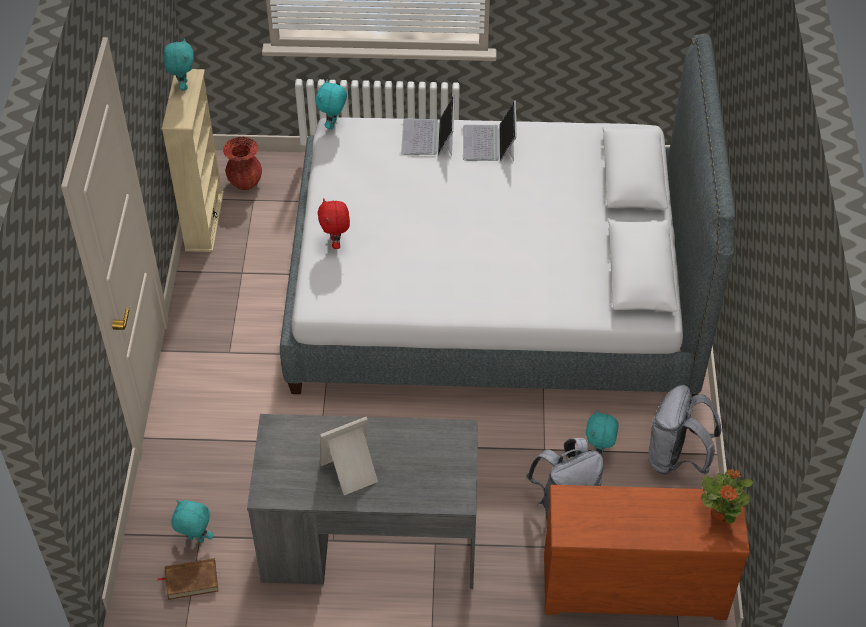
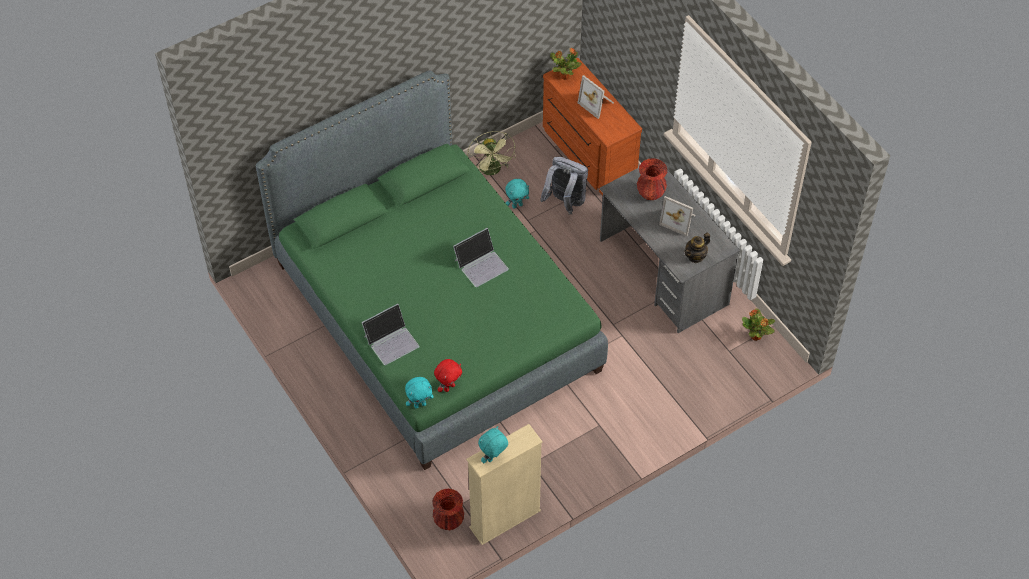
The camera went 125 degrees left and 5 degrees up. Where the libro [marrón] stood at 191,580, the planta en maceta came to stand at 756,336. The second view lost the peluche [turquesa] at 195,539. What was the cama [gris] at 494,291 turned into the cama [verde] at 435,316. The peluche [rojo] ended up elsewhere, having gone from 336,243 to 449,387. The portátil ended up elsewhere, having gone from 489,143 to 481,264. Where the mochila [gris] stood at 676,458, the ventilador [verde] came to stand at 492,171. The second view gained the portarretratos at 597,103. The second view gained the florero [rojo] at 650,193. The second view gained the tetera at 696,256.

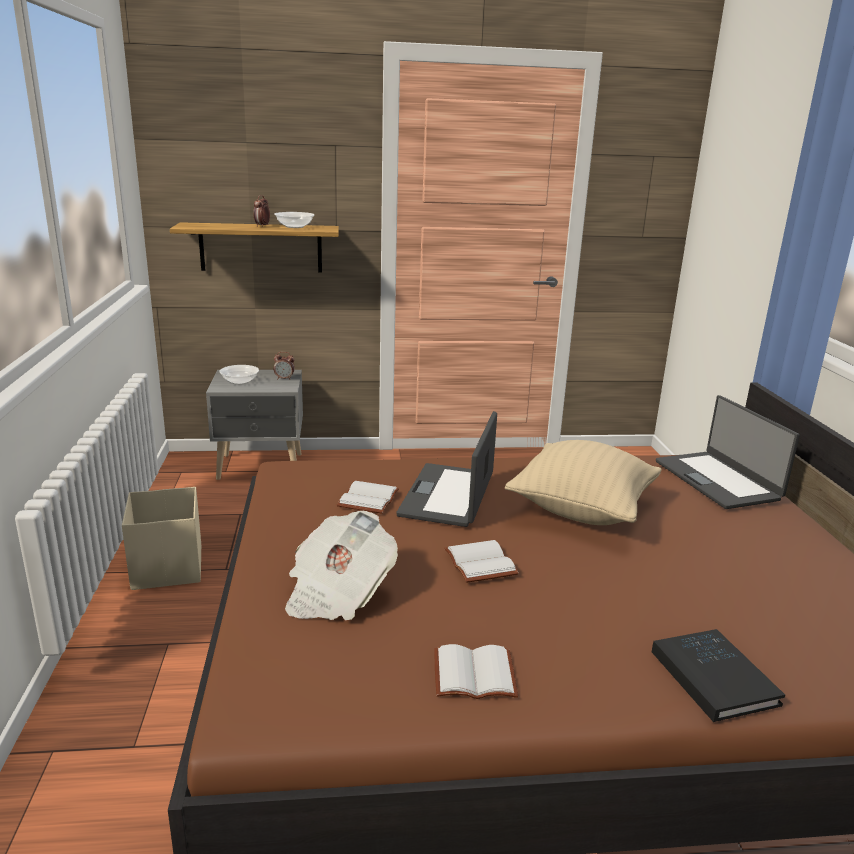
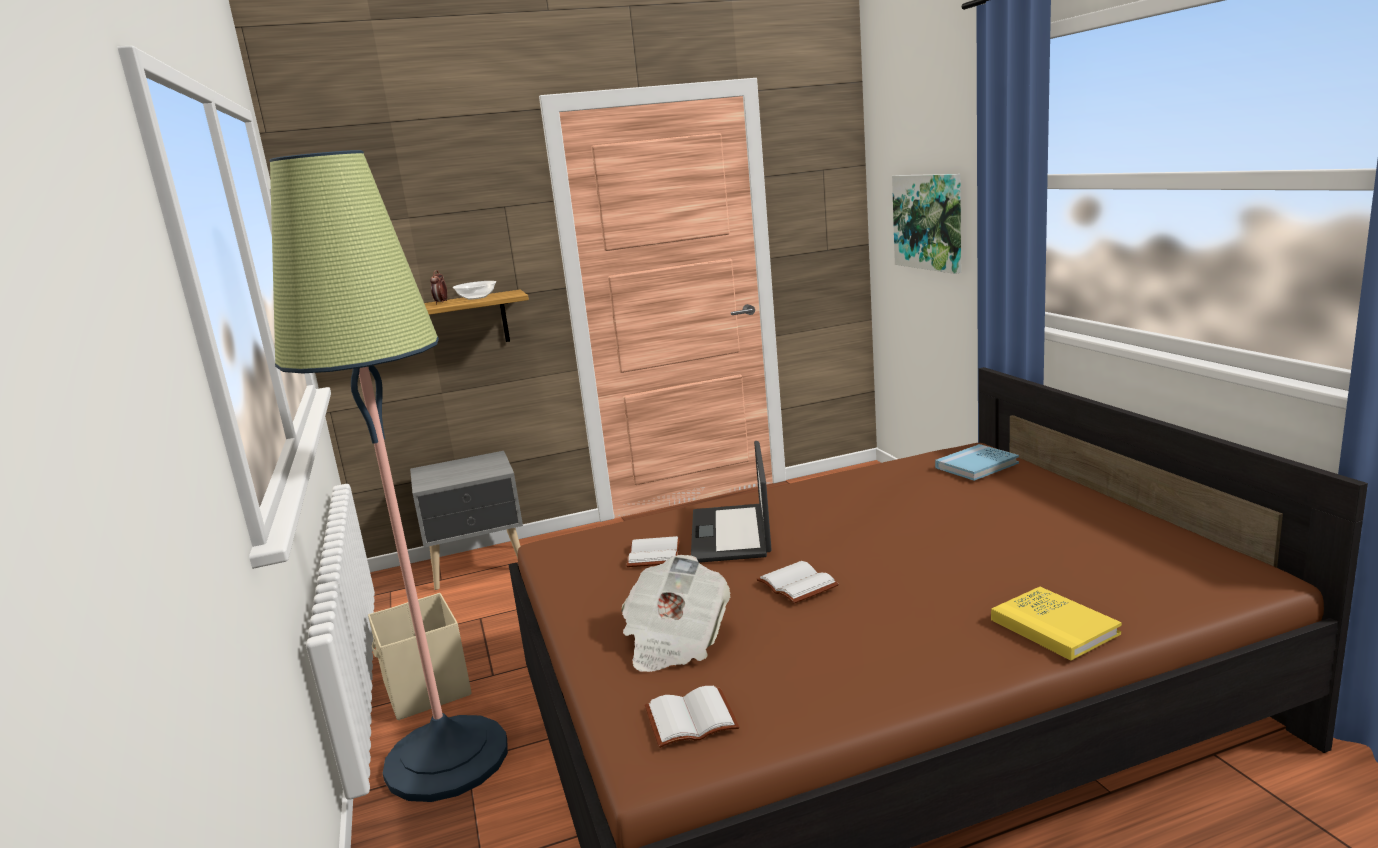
The camera went 10 degrees left and 5 degrees down. The second view lost the cuenco at 239,382. The second view lost the despertador at 284,379. The libro [blanco] ended up elsewhere, having gone from 475,673 to 692,717. The second view lost the cojín [beis] at 581,510. What was the libro [negro] at 713,677 turned into the libro [amarillo] at 1054,627. Where the portátil stood at 718,480, the libro [azul] came to stand at 976,465. The second view gained the lámpara de pie at 447,759. The second view gained the cuadro at 929,221.

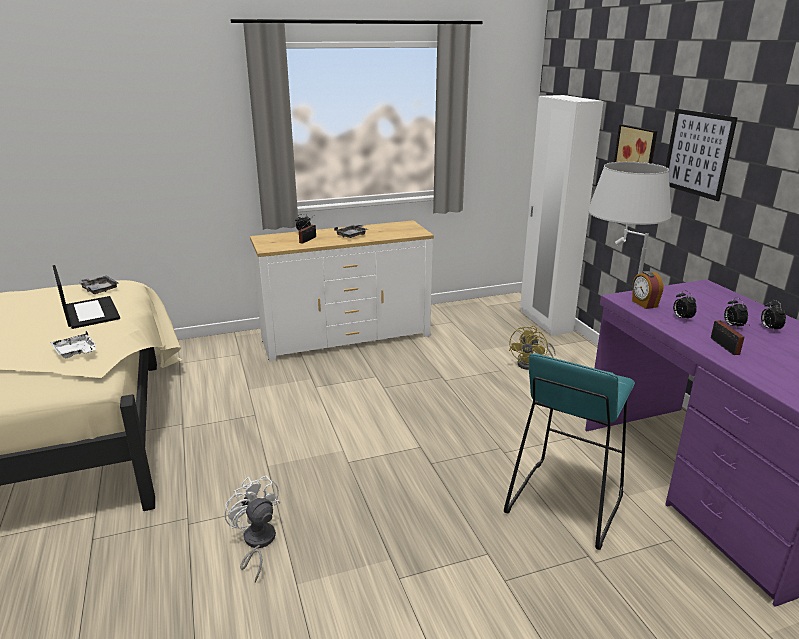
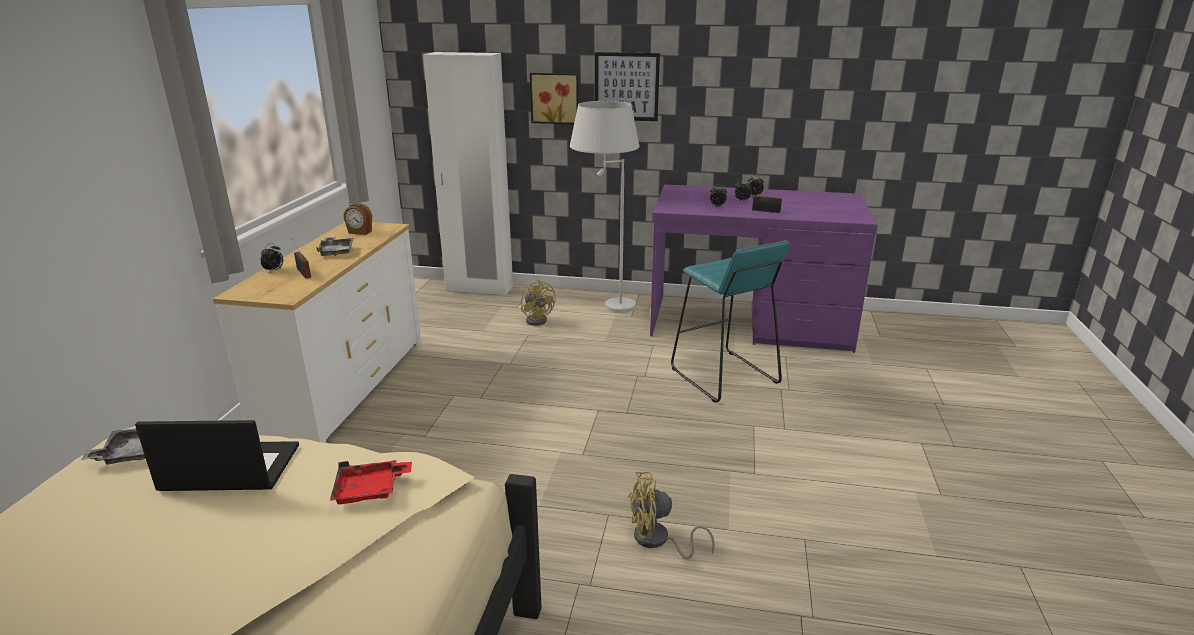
The camera went 60 degrees left and 0 degrees up. What was the bandeja [blanco] at 76,352 turned into the bandeja [rojo] at 370,490. What was the ventilador [blanco] at 257,543 turned into the ventilador [amarillo] at 657,541. The despertador ended up elsewhere, having gone from 644,304 to 360,232.

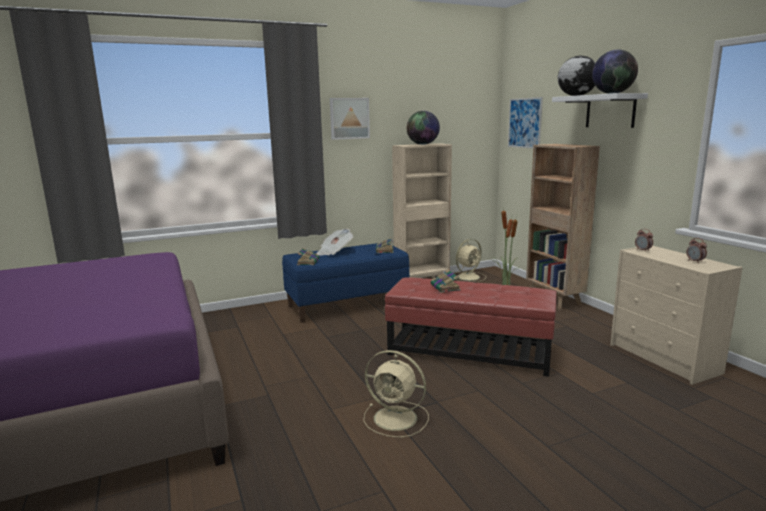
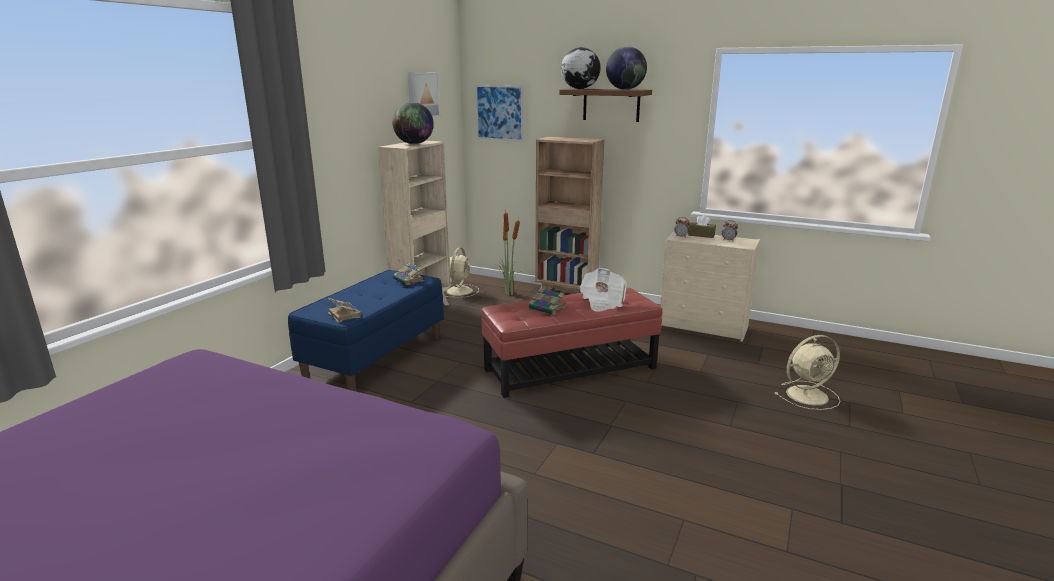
The camera went 40 degrees left and 5 degrees up. The periódico ended up elsewhere, having gone from 334,252 to 602,302. The cuadro ended up elsewhere, having gone from 349,118 to 422,95. The ventilador [beis] ended up elsewhere, having gone from 397,418 to 808,395. What was the estante [blanco] at 610,111 turned into the estante [marrón] at 611,105. The second view gained the caja de pañuelos [marrón] at 701,235.

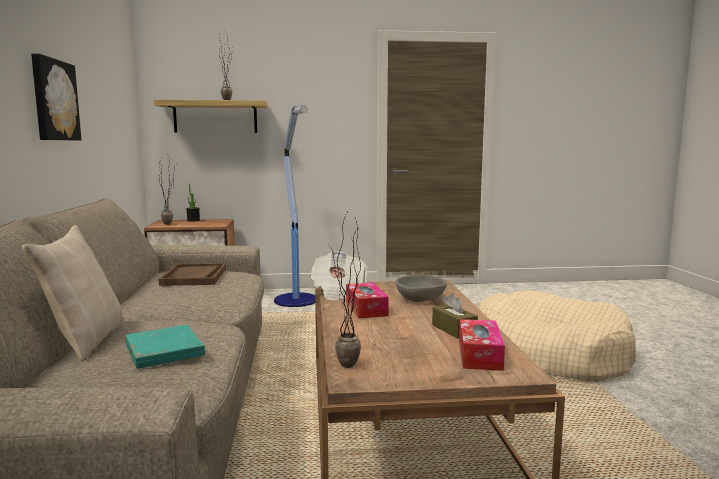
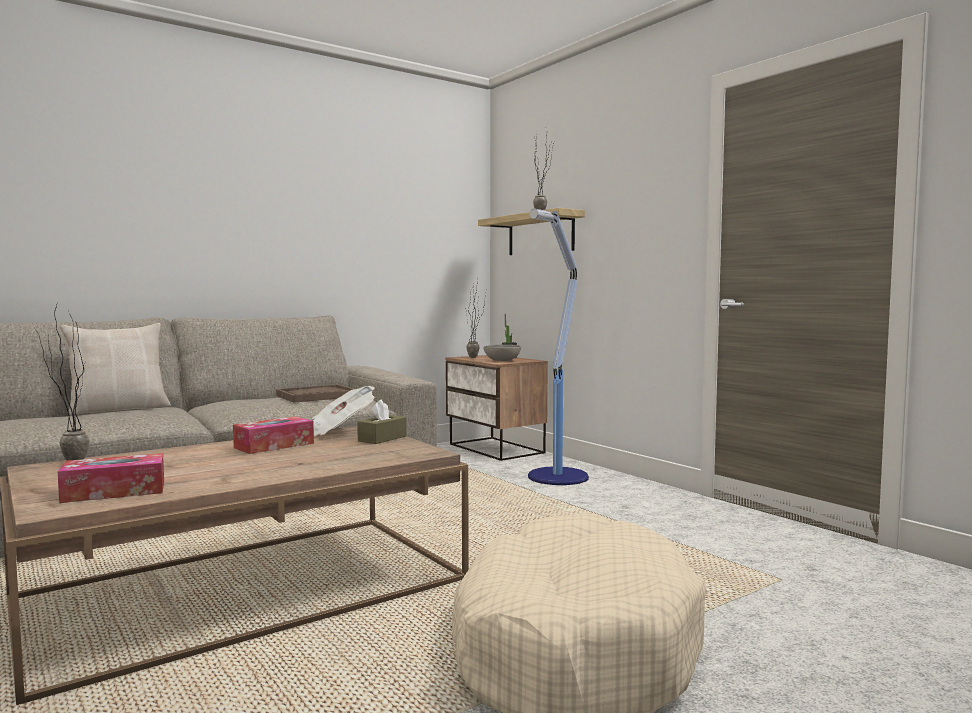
The camera went 60 degrees right and 5 degrees down. The second view lost the cuadro at 53,100. The second view lost the libro [turquesa] at 164,351. The cuenco [gris] ended up elsewhere, having gone from 420,300 to 502,361. The caja de pañuelos [marrón] ended up elsewhere, having gone from 454,330 to 382,438.

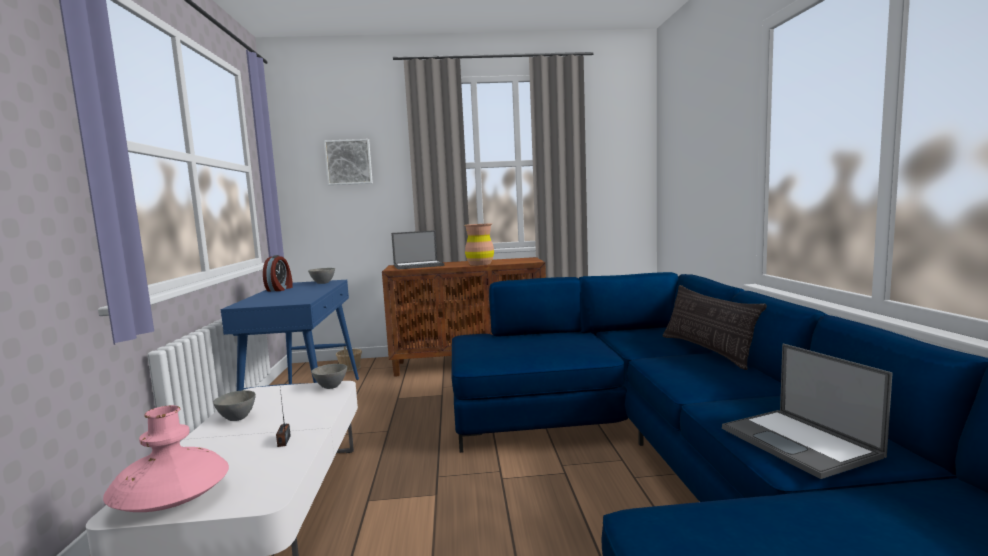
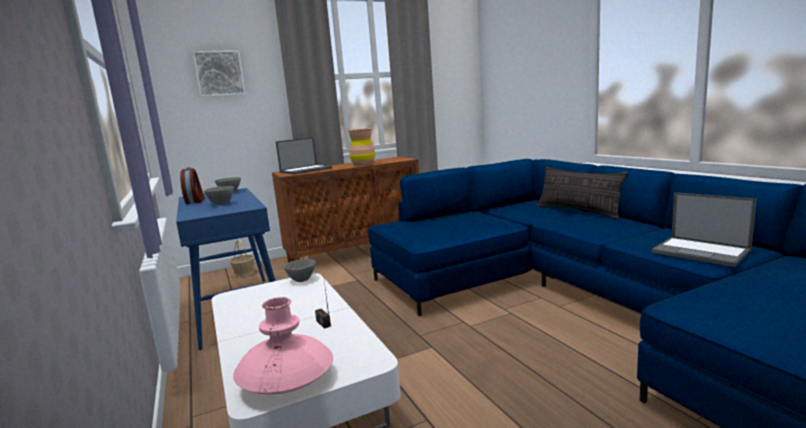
The camera went 20 degrees left and 5 degrees up. The cuenco [gris] ended up elsewhere, having gone from 236,418 to 221,204.

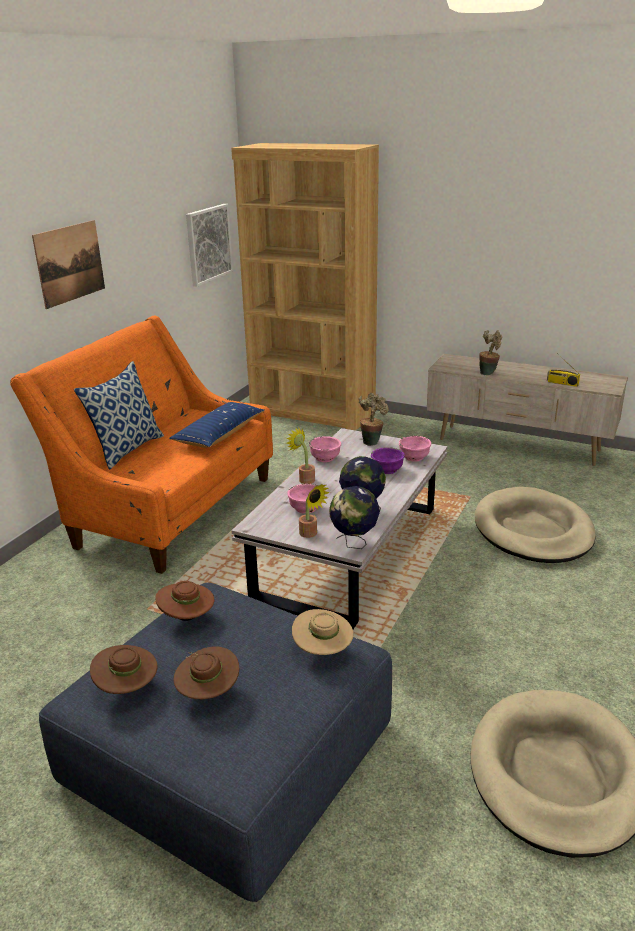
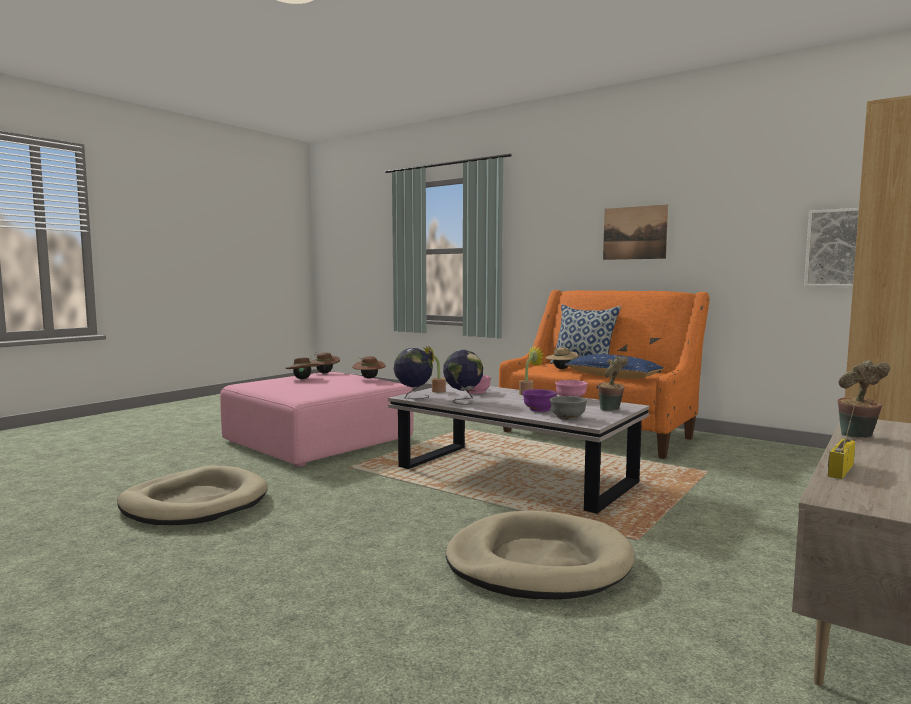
The camera went 100 degrees right and 20 degrees down. What was the puf [azul] at 227,754 turned into the puf [rosa] at 318,440. The sombrero [beis] ended up elsewhere, having gone from 323,650 to 561,369. What was the cuenco [rosa] at 414,457 turned into the cuenco [gris] at 568,418.

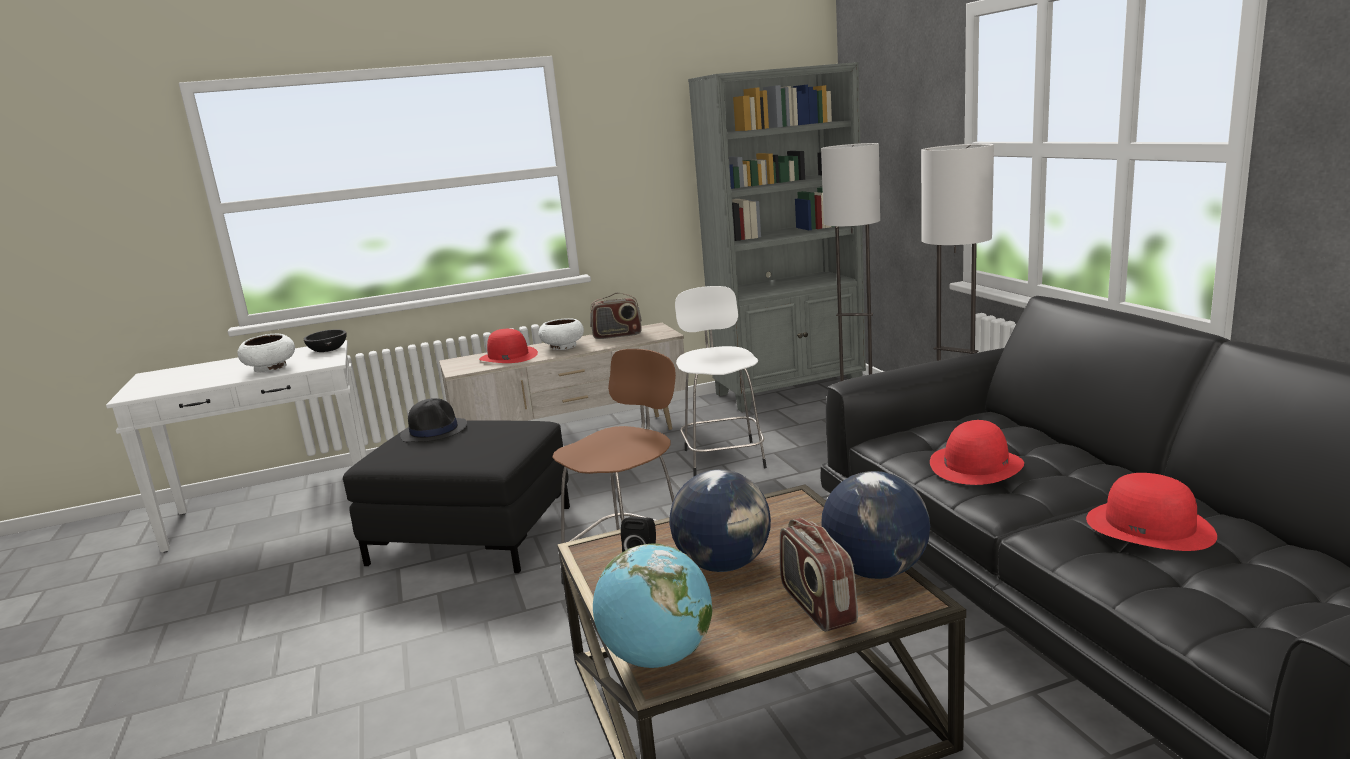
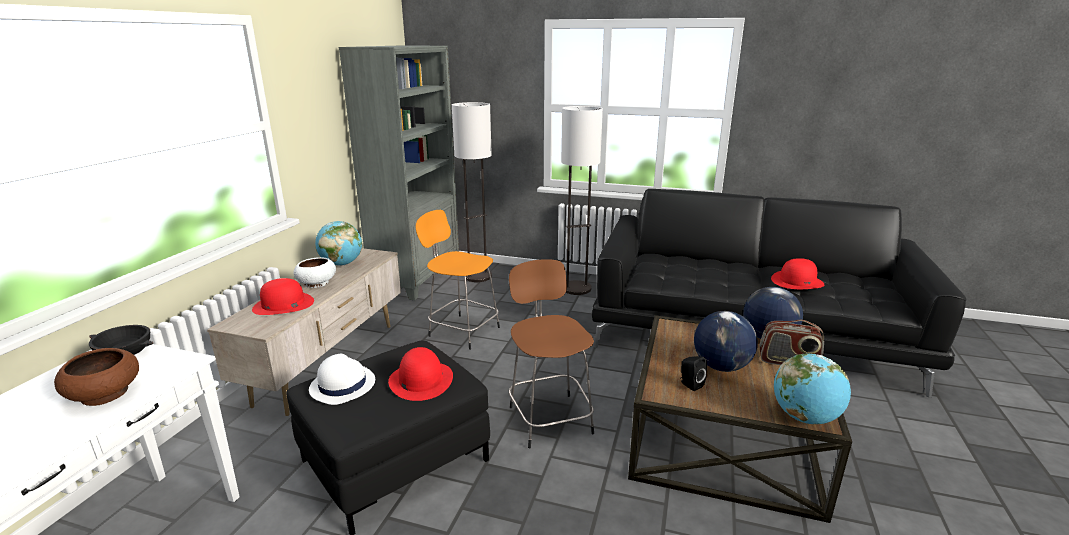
The camera went 55 degrees left and 5 degrees up. What was the cuenco [blanco] at 271,368 turned into the cuenco [marrón] at 106,394. What was the sombrero [negro] at 434,431 turned into the sombrero [blanco] at 342,385. Where the radio stood at 617,335, the globo terráqueo came to stand at 341,264. What was the taburete [blanco] at 723,457 turned into the taburete [naranja] at 462,331. The sombrero [rojo] ended up elsewhere, having gone from 976,465 to 421,380.

